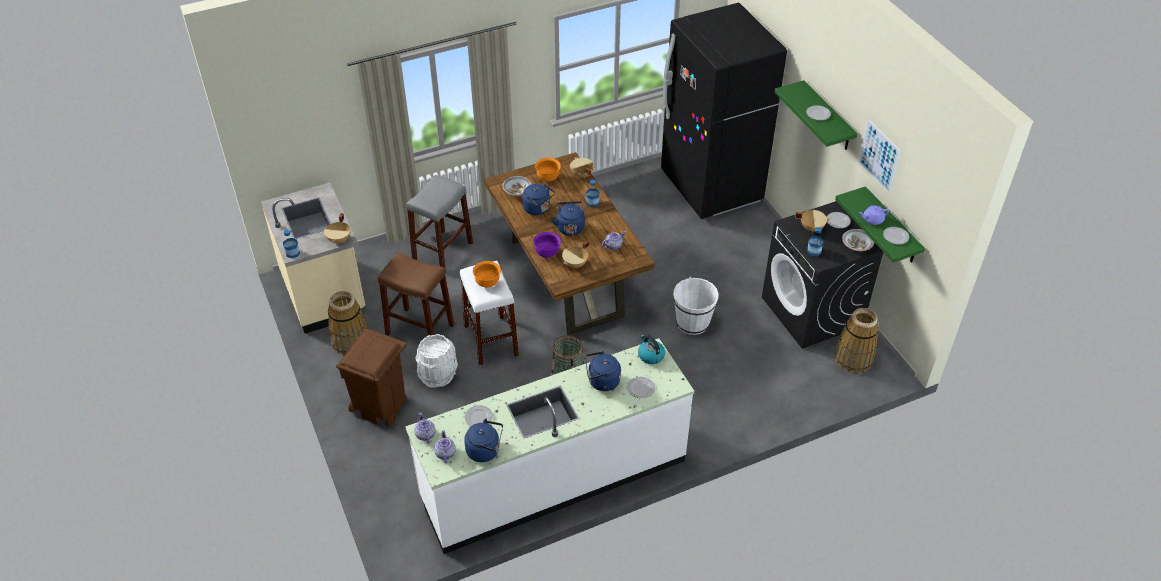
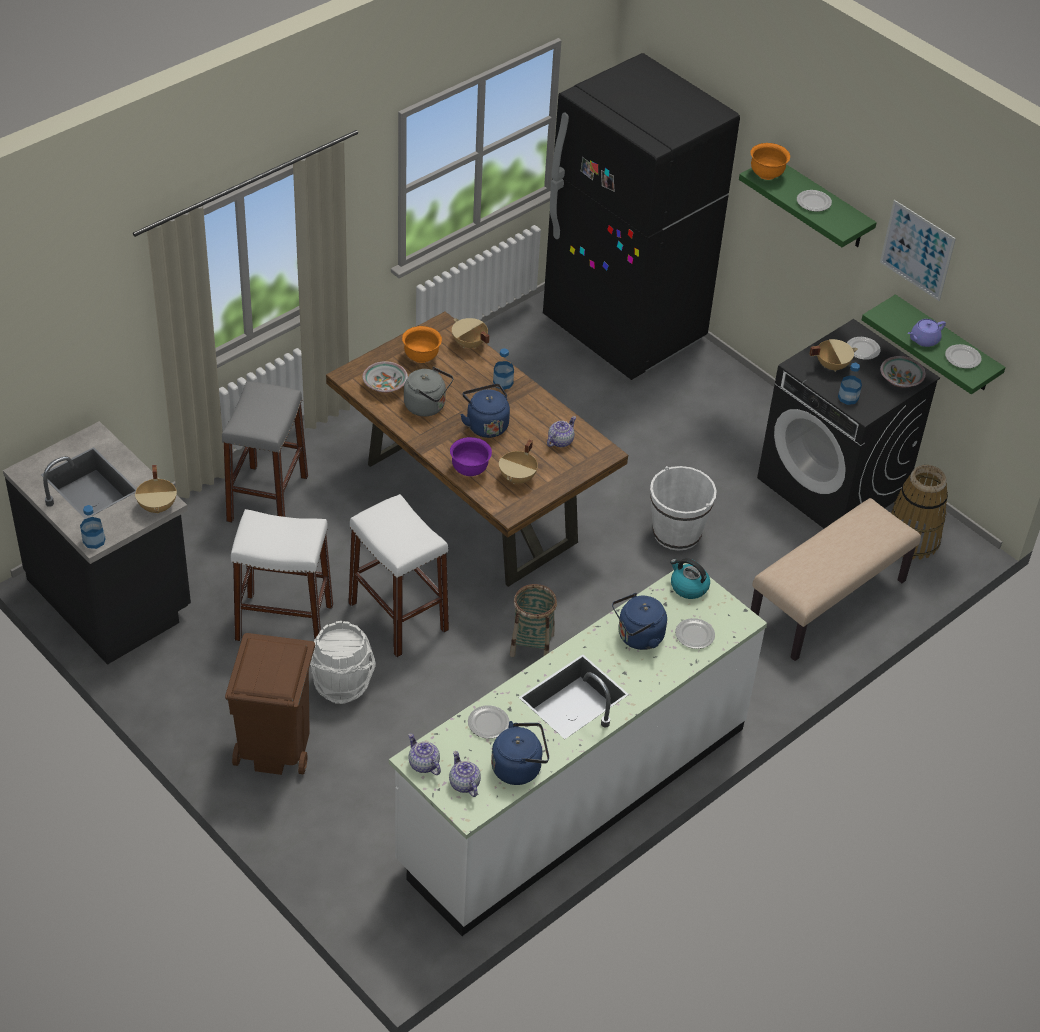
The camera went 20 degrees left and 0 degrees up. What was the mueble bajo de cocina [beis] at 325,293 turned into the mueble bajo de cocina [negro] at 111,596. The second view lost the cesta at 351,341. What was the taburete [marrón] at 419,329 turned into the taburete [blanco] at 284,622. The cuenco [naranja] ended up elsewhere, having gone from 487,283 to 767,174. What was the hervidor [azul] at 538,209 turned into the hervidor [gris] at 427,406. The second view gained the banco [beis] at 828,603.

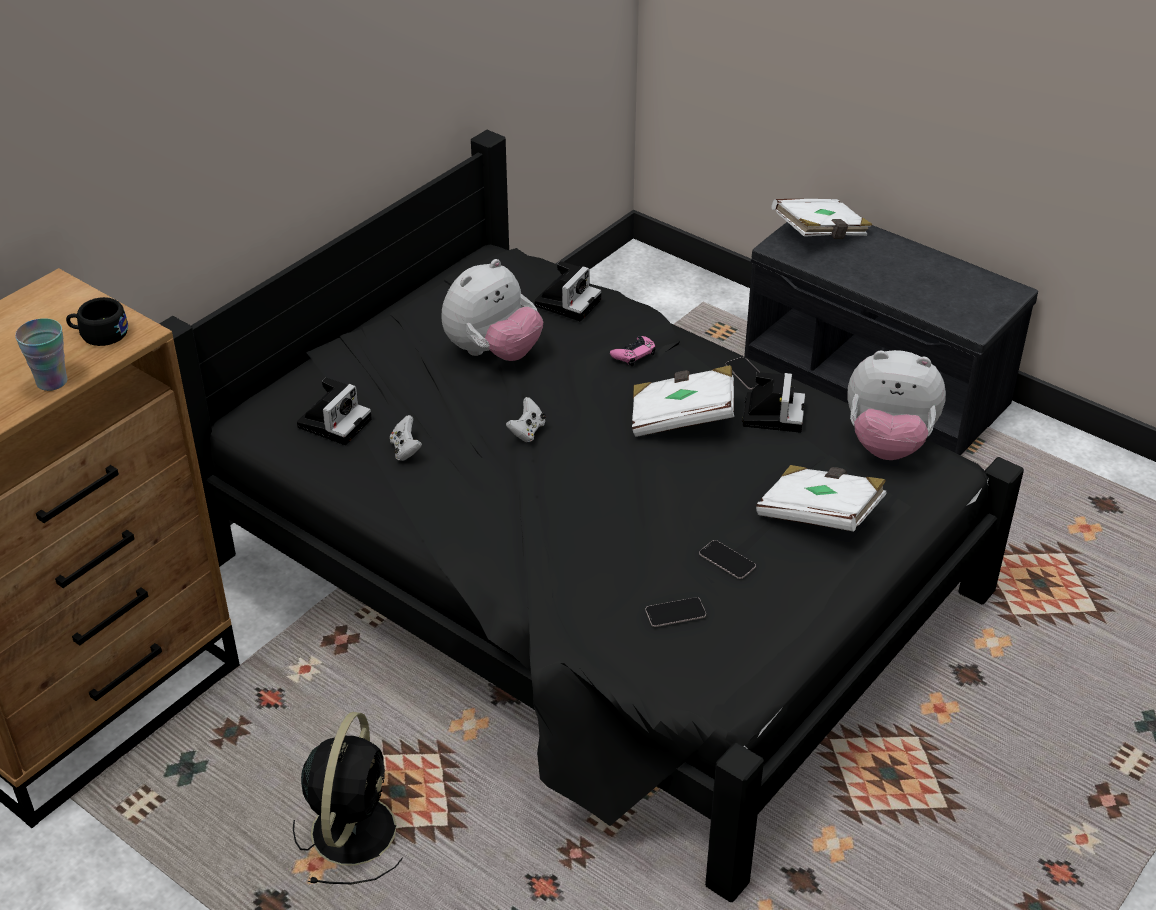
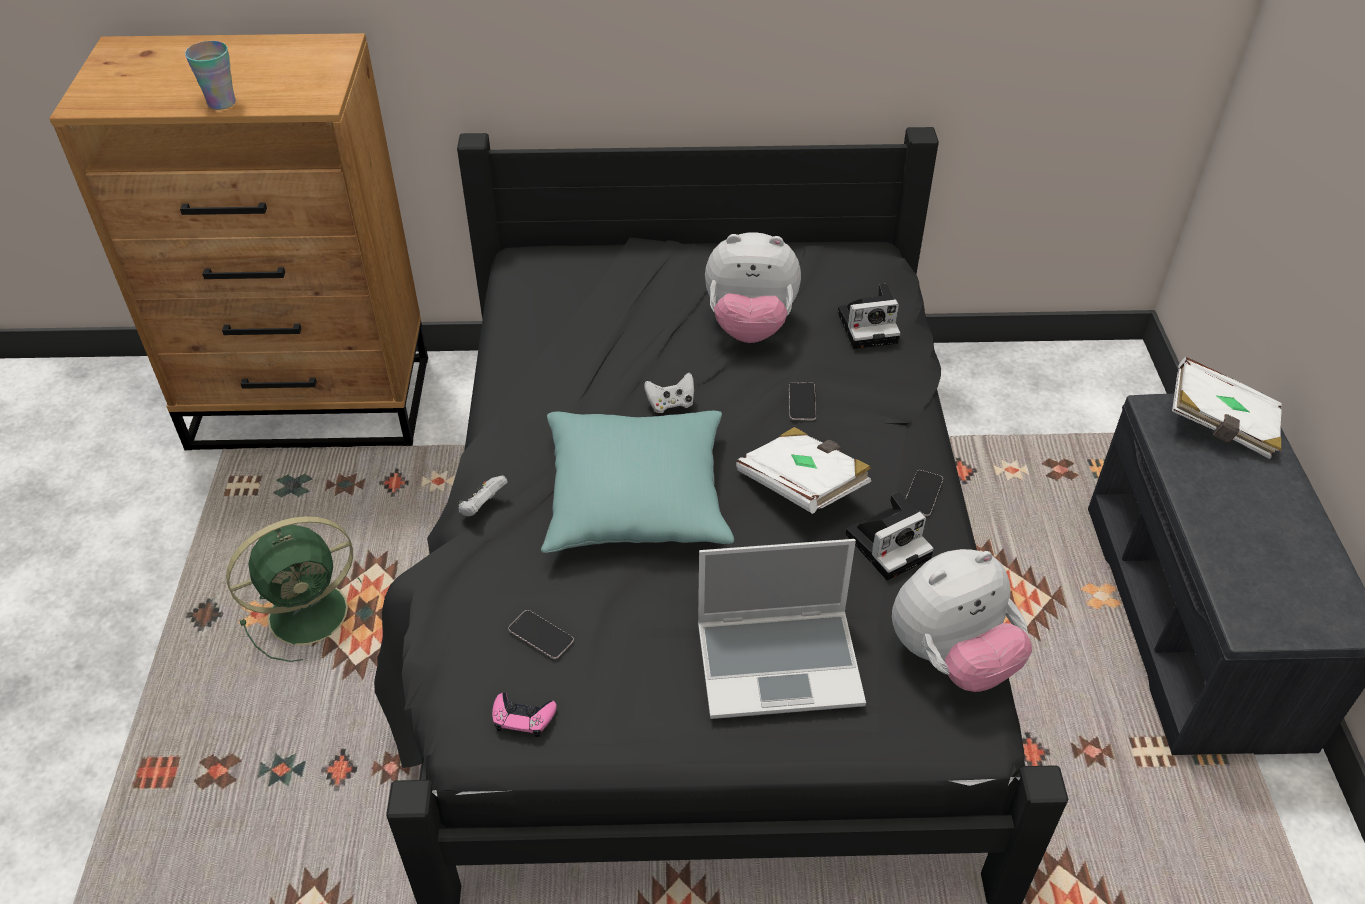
The camera went 50 degrees right and 5 degrees up. The second view lost the taza [negro] at 99,334. What was the ventilador [negro] at 355,827 turned into the ventilador [verde] at 312,612. The second view lost the cámara at 335,421. The mando de consola [blanco] ended up elsewhere, having gone from 405,450 to 483,507. The mando de consola [rosa] ended up elsewhere, having gone from 634,354 to 523,717. The móvil ended up elsewhere, having gone from 727,560 to 802,402. Where the libro [blanco] stood at 819,515, the portátil came to stand at 780,663. The peluche at 888,443 ended up facing another way, 90 degrees counterclockwise from before. The second view gained the cojín [turquesa] at 636,499.

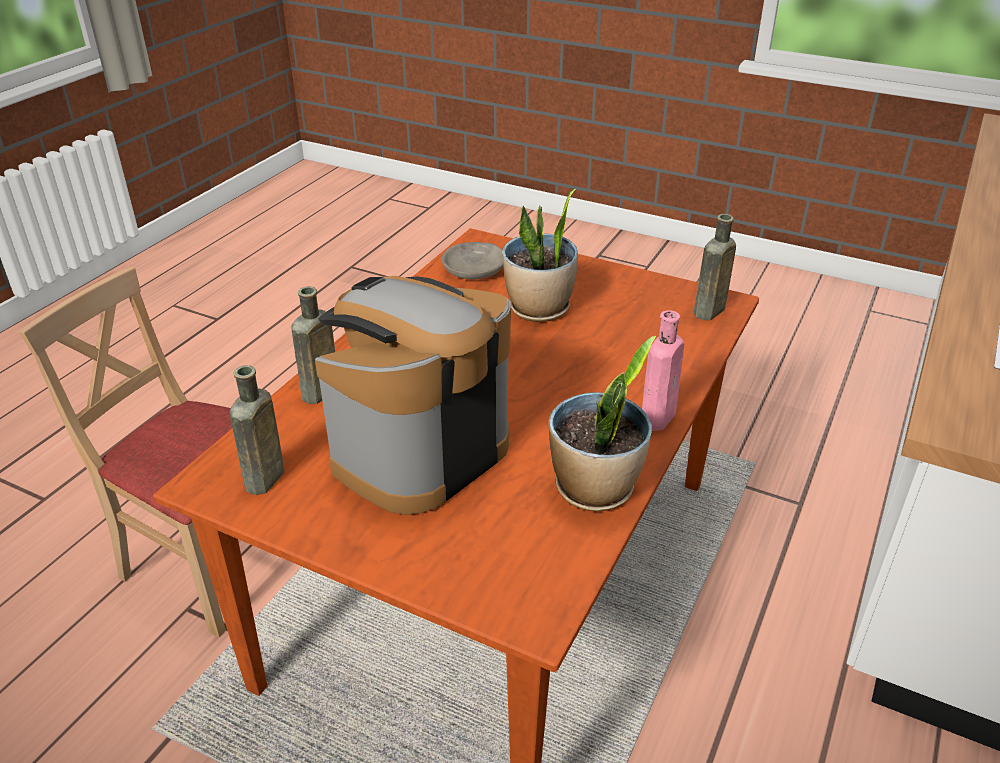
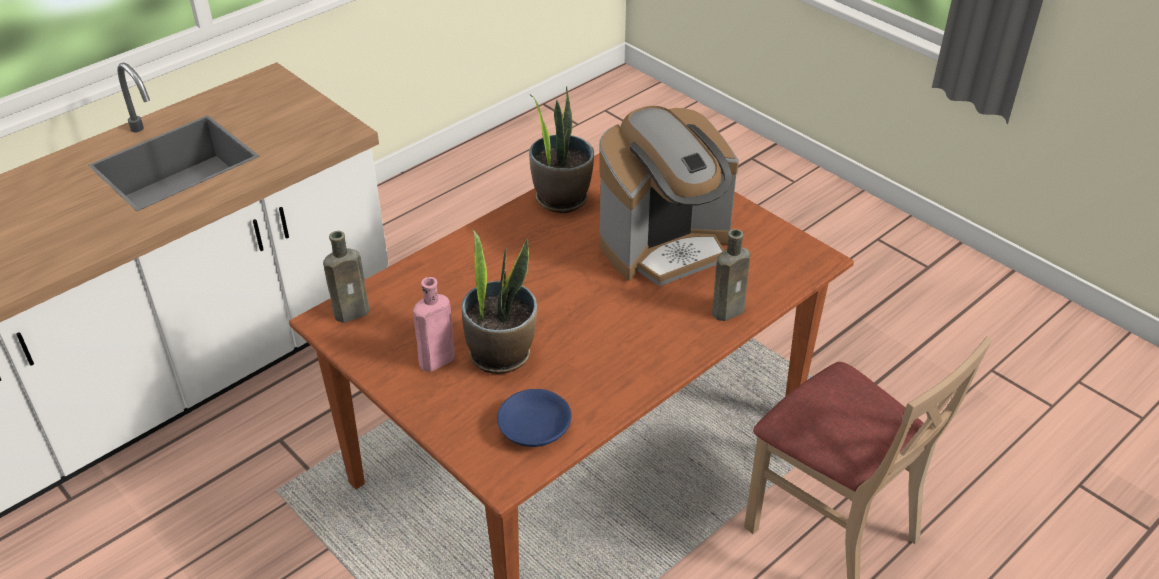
The camera went 160 degrees left and 5 degrees up. The second view lost the botella [marrón] at 263,481. What was the cuenco [gris] at 474,269 turned into the cuenco [azul] at 533,428. The botella [rosa] ended up elsewhere, having gone from 659,416 to 434,361.

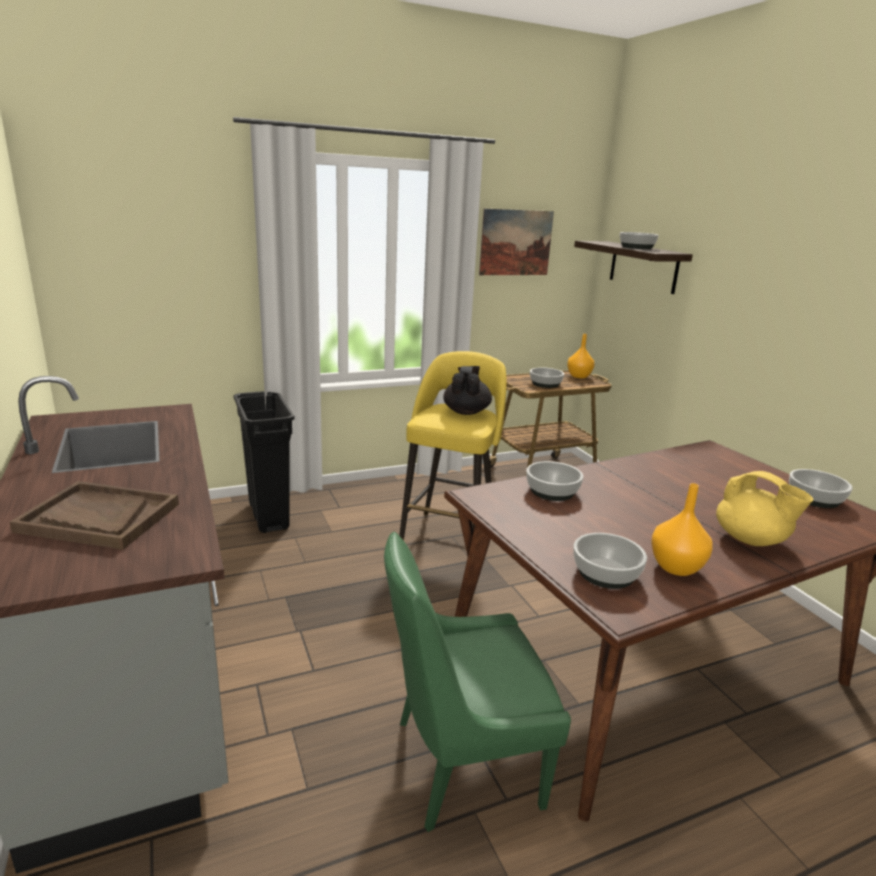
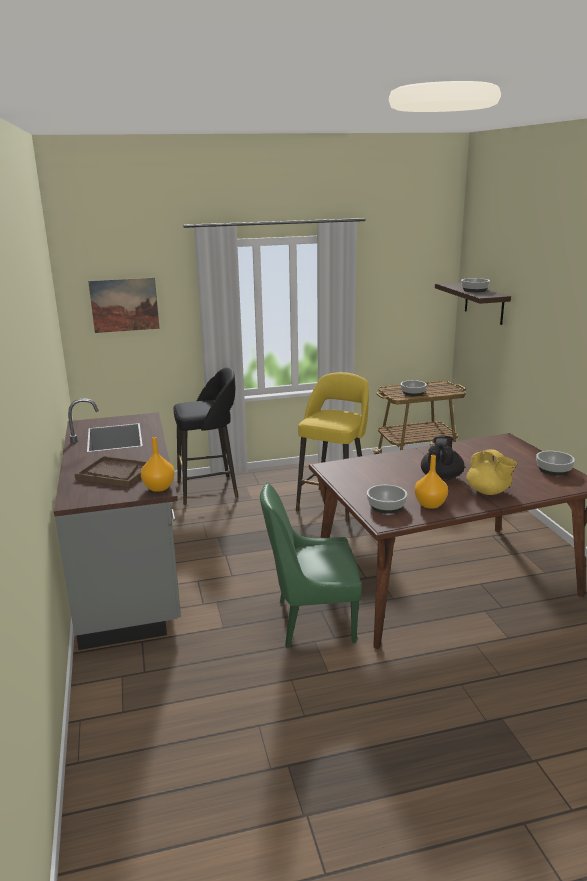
The camera went 10 degrees right and 0 degrees up. Where the papelera [negro] stood at 269,516, the taburete [negro] came to stand at 209,489. The tetera [negro] ended up elsewhere, having gone from 466,411 to 441,477. The cuadro ended up elsewhere, having gone from 516,243 to 124,305. The second view lost the cuenco at 552,491. The florero [naranja] ended up elsewhere, having gone from 579,376 to 159,487.

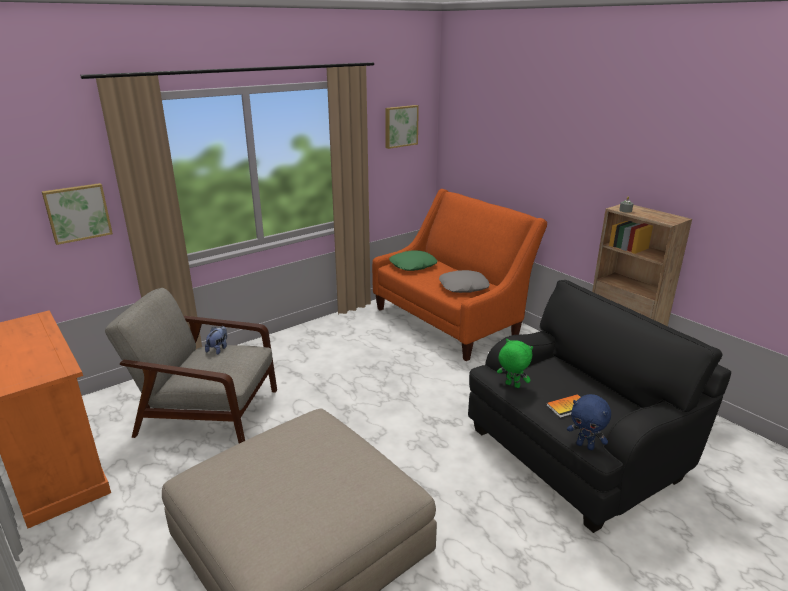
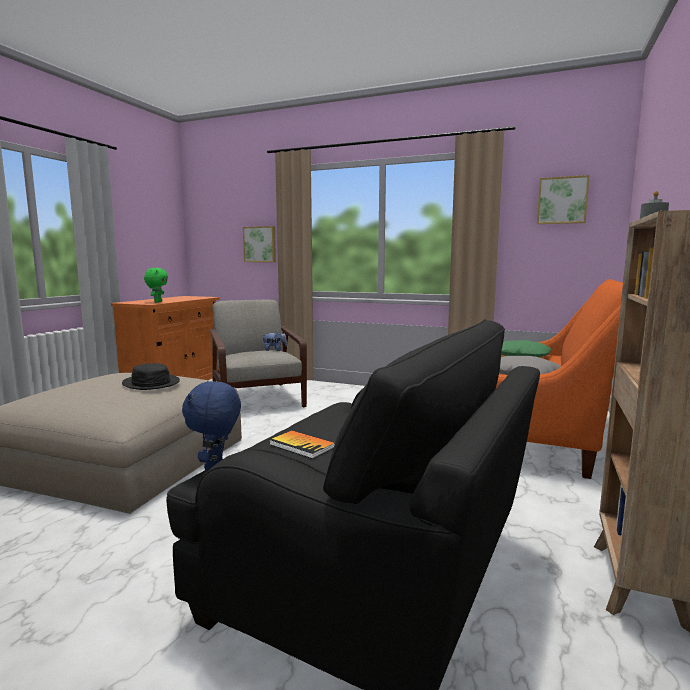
The camera went 60 degrees right and 15 degrees down. The peluche [verde] ended up elsewhere, having gone from 512,385 to 157,302. The second view gained the sombrero [negro] at 151,383.

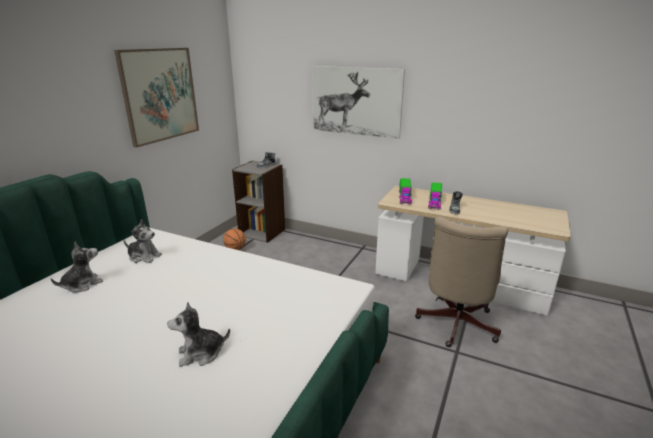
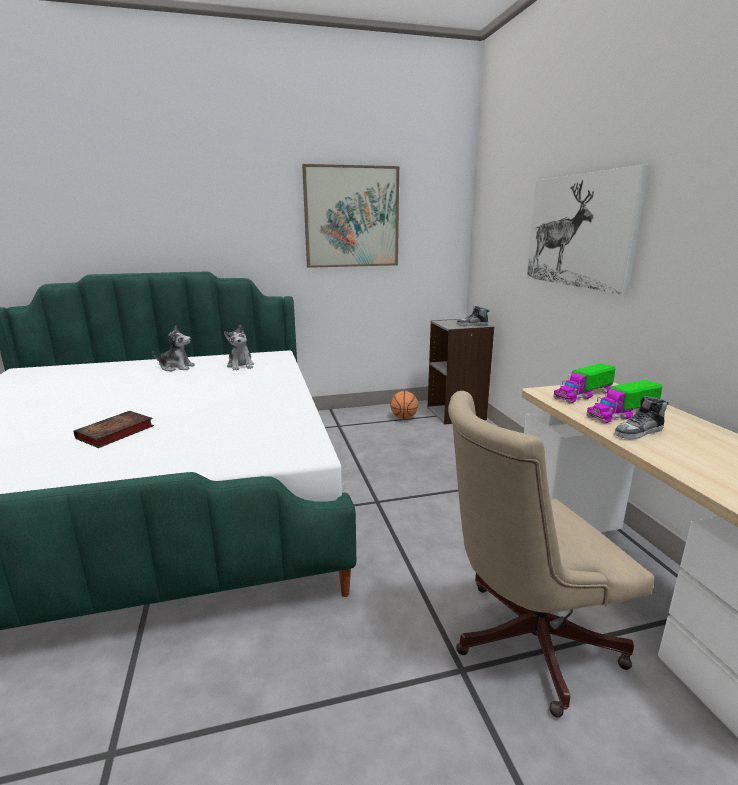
The camera went 50 degrees right and 5 degrees down. Where the peluche stood at 201,353, the libro came to stand at 114,433.

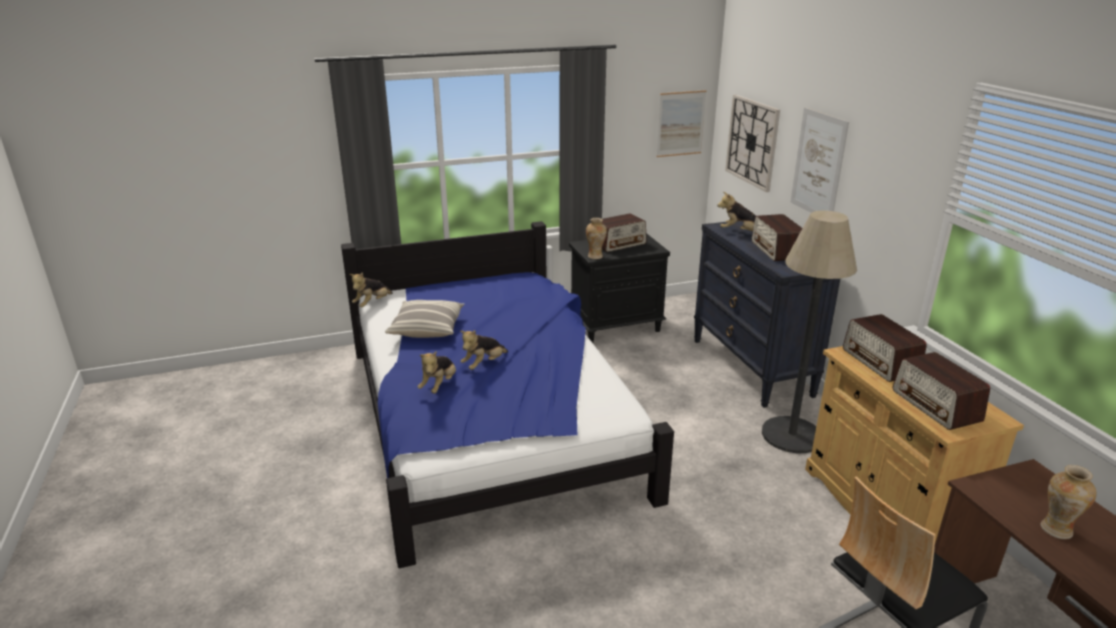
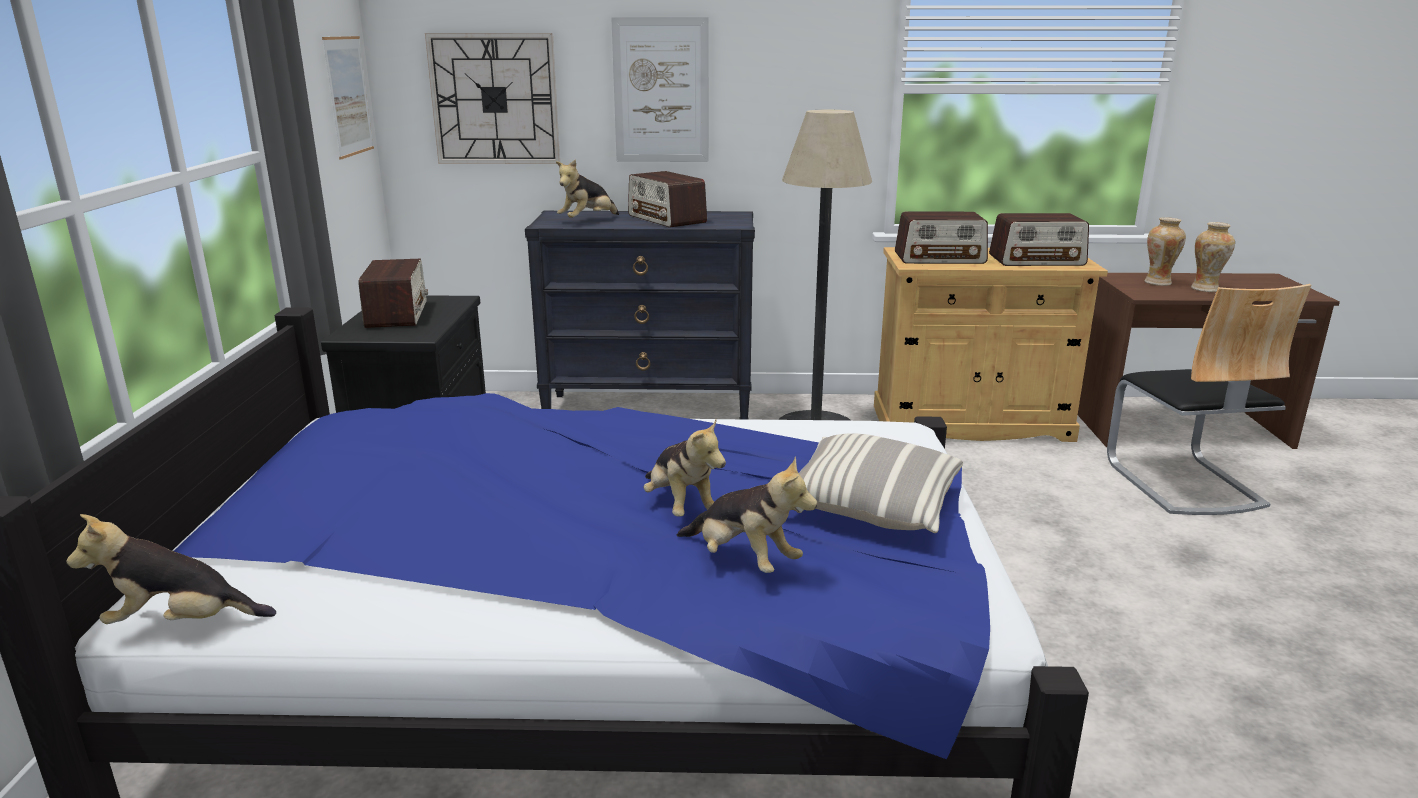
The camera went 70 degrees left and 5 degrees down. The peluche at 372,304 ended up facing another way, 120 degrees clockwise from before. The cojín ended up elsewhere, having gone from 427,328 to 871,506. The florero ended up elsewhere, having gone from 595,256 to 1158,283. The radio at 776,250 ended up facing another way, 45 degrees clockwise from before.

